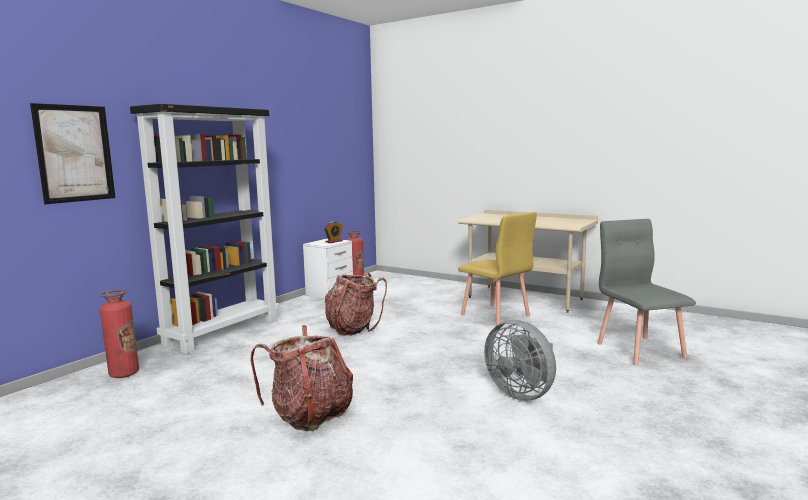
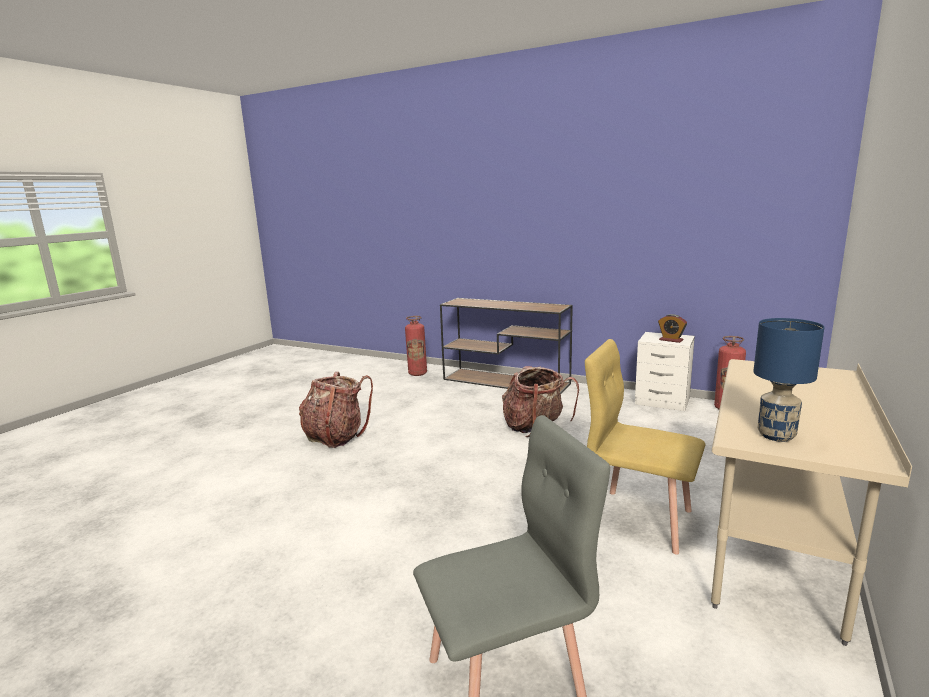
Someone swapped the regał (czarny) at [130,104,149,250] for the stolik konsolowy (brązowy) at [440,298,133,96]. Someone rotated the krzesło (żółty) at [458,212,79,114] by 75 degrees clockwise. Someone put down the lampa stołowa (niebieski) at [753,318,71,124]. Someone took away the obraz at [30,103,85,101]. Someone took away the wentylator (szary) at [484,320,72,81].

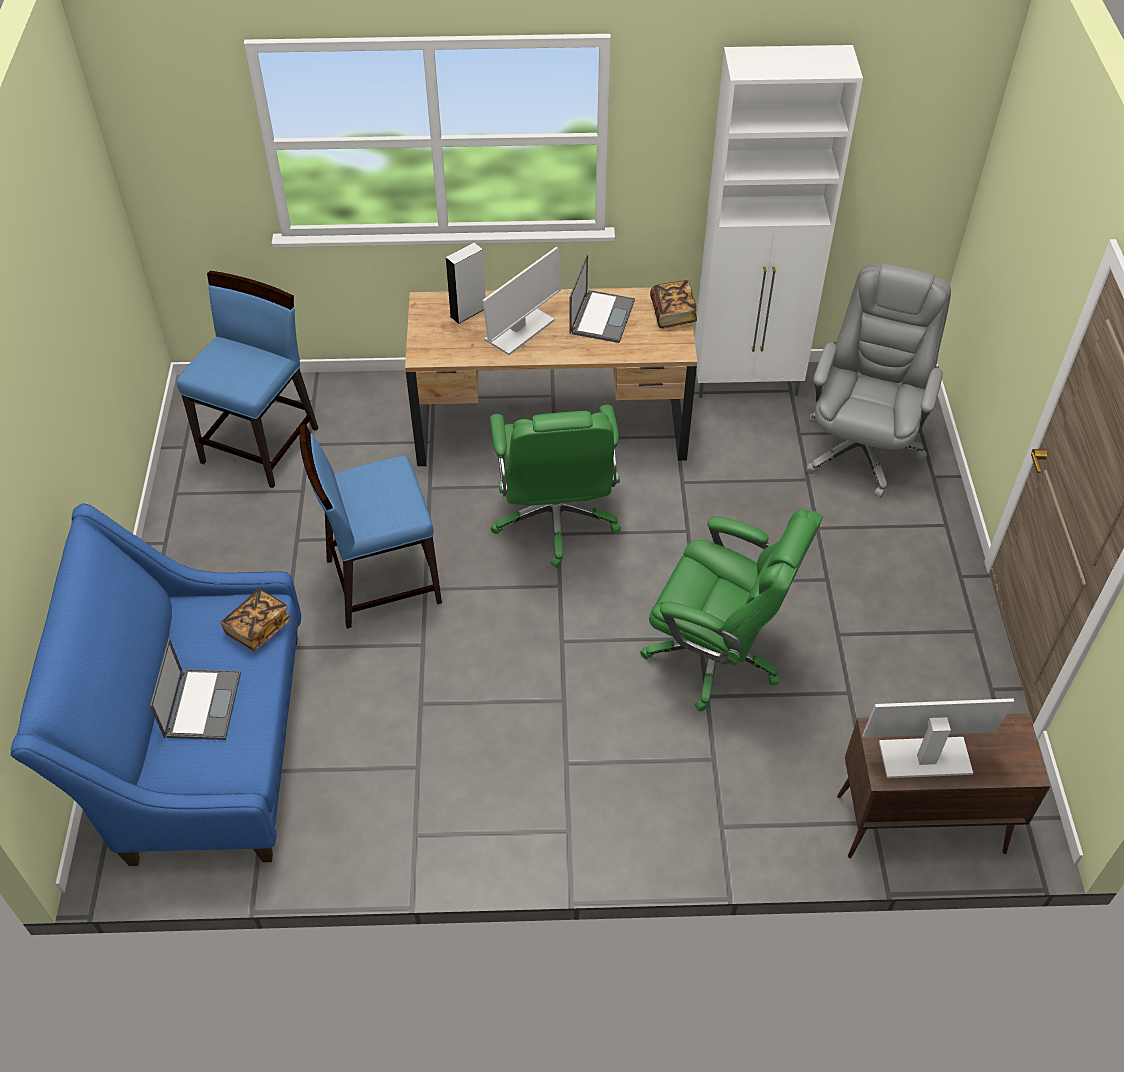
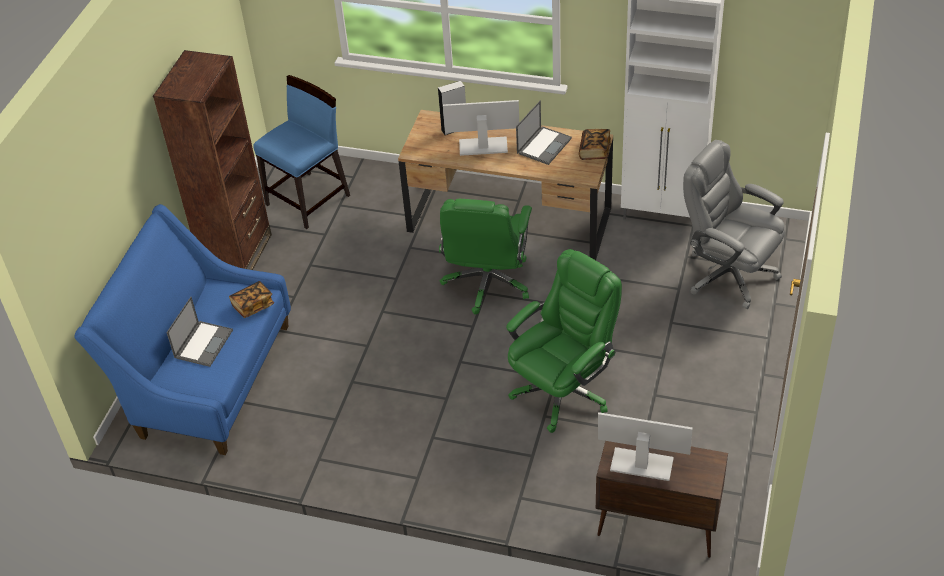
Someone put down the regał (brązowy) at [153,50,119,220]. Someone rotated the monitor at [482,247,79,108] by 150 degrees counterclockwise. Someone rotated the krzesło biurowe (zielony) at [640,509,183,202] by 90 degrees counterclockwise. Someone rotated the krzesło biurowe (szary) at [806,264,145,234] by 90 degrees counterclockwise. Someone took away the krzesło (niebieski) at [299,423,143,206].

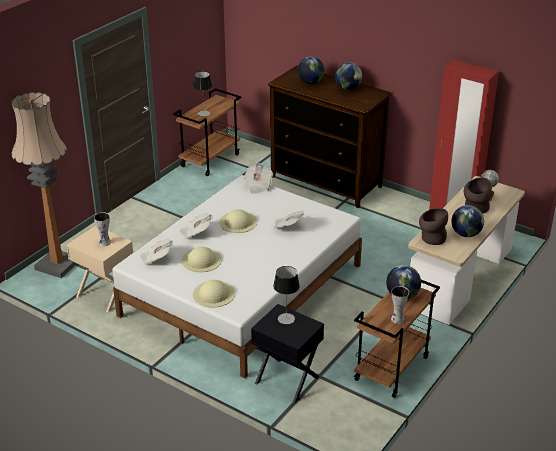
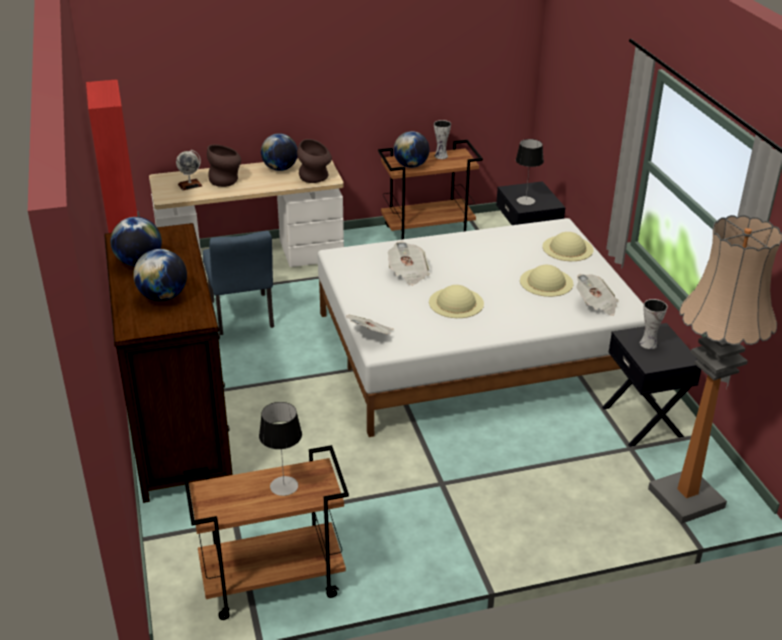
Someone put down the krzesło (niebieski) at [203,231,71,104]. Someone repainted the szafka nocna (beżowy) at [66,225,67,87], which became the szafka nocna (czarny) at [602,323,99,124]. Someone took away the gazeta at [180,213,33,26].

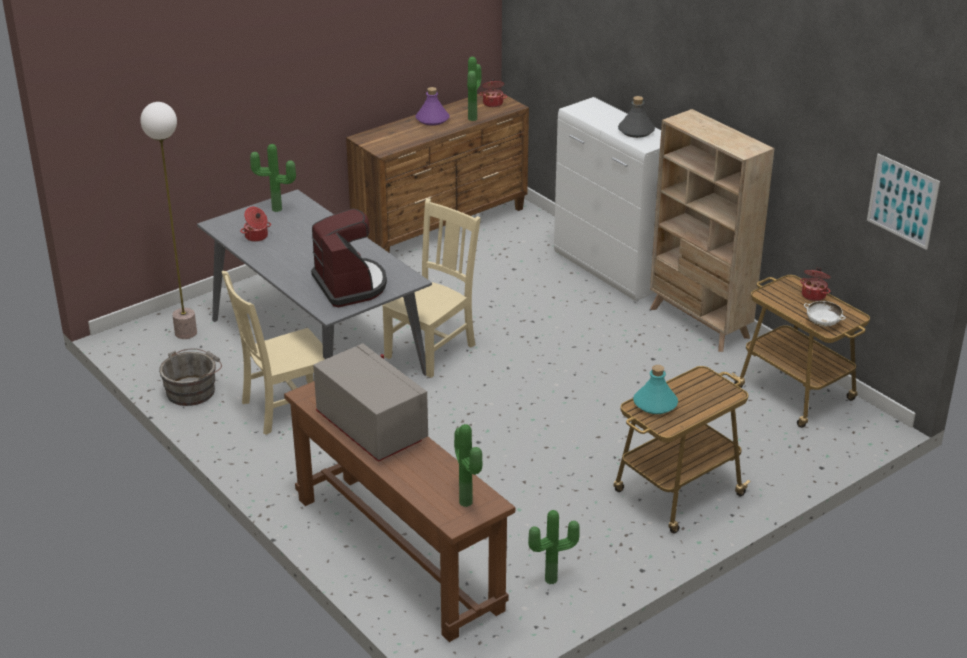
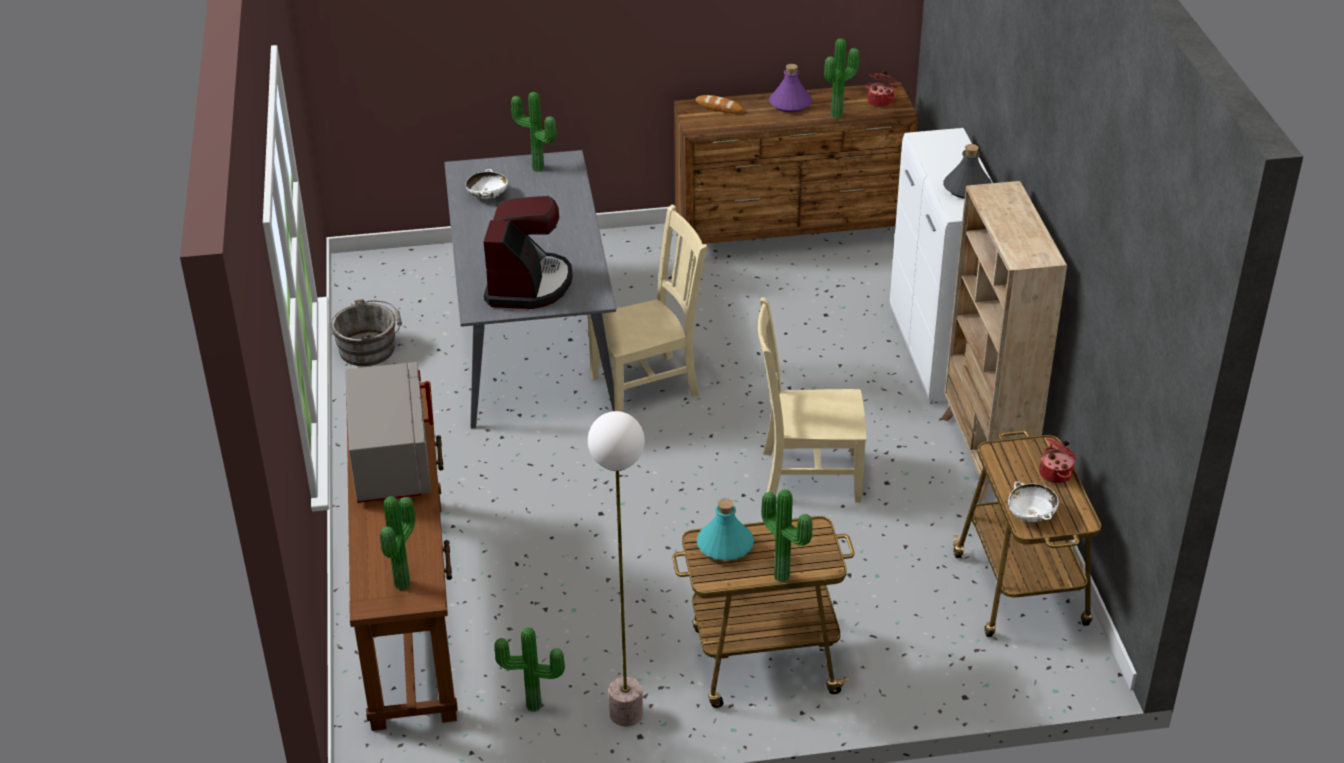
Someone swapped the garnek at [240,207,31,35] for the miska (biały) at [465,169,43,30]. Someone carried the lampa stojąca from [140,102,57,237] to [588,411,57,315]. Someone put down the chleb at [695,95,49,19]. Someone carried the krzesło (beżowy) from [222,271,103,164] to [758,297,108,205]. Someone put down the roślina doniczkowa at [761,489,51,93]. Someone took away the obraz at [867,154,73,96].

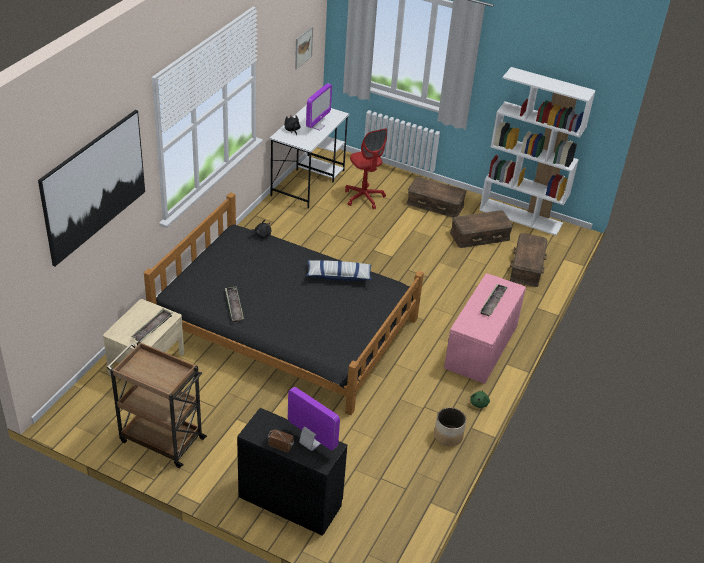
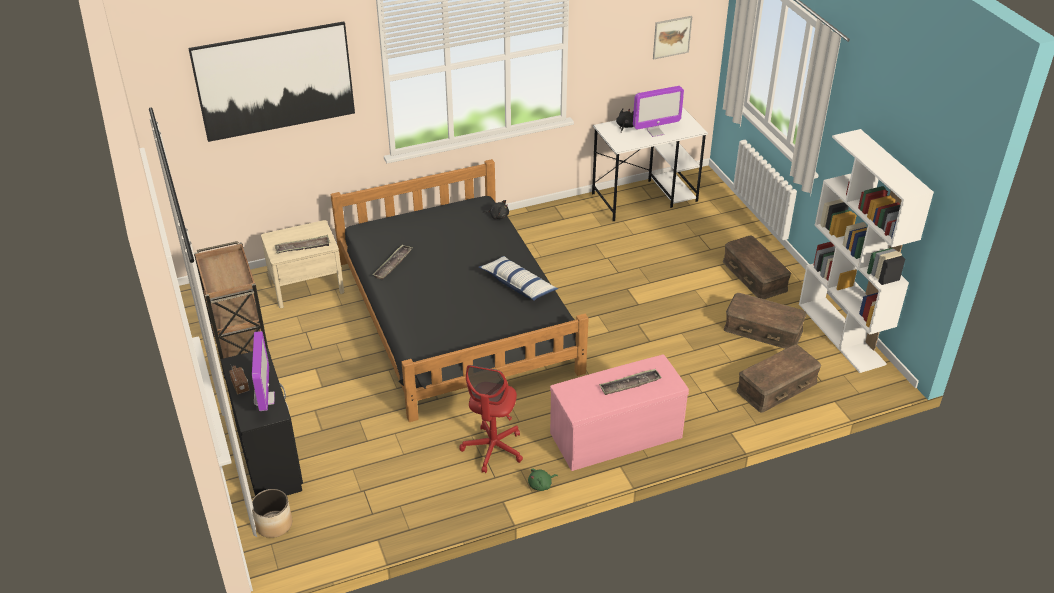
Someone carried the donica from [434,407,32,39] to [252,489,40,49]. Someone carried the krzesło biurowe (czerwony) from [345,128,42,81] to [460,365,63,108].

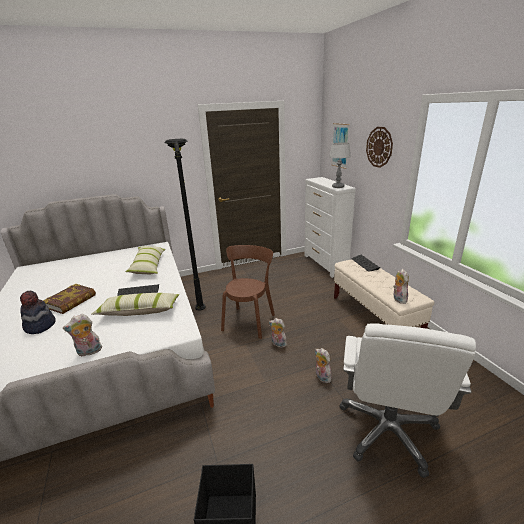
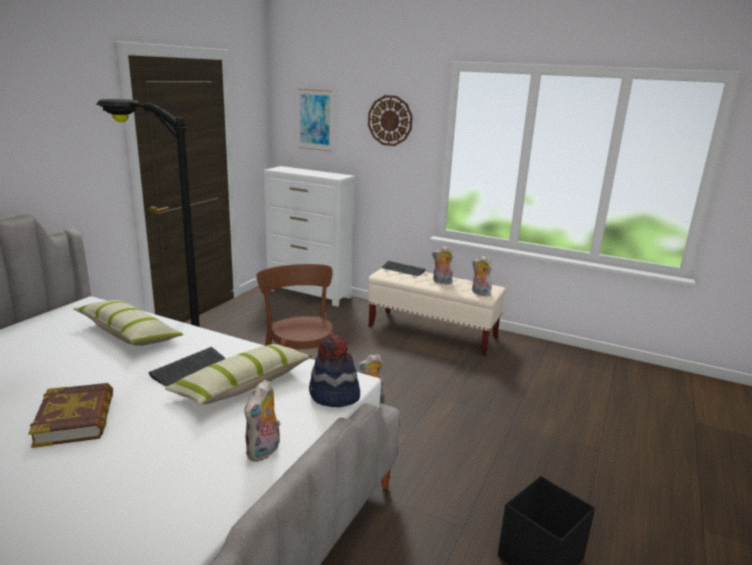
Someone carried the kapelusz from [20,291,36,43] to [309,334,51,73]. Someone carried the pluszak from [315,348,17,35] to [432,246,21,38]. Someone took away the lampa stołowa at [329,142,22,46]. Someone took away the krzesło biurowe (biały) at [339,323,137,155].

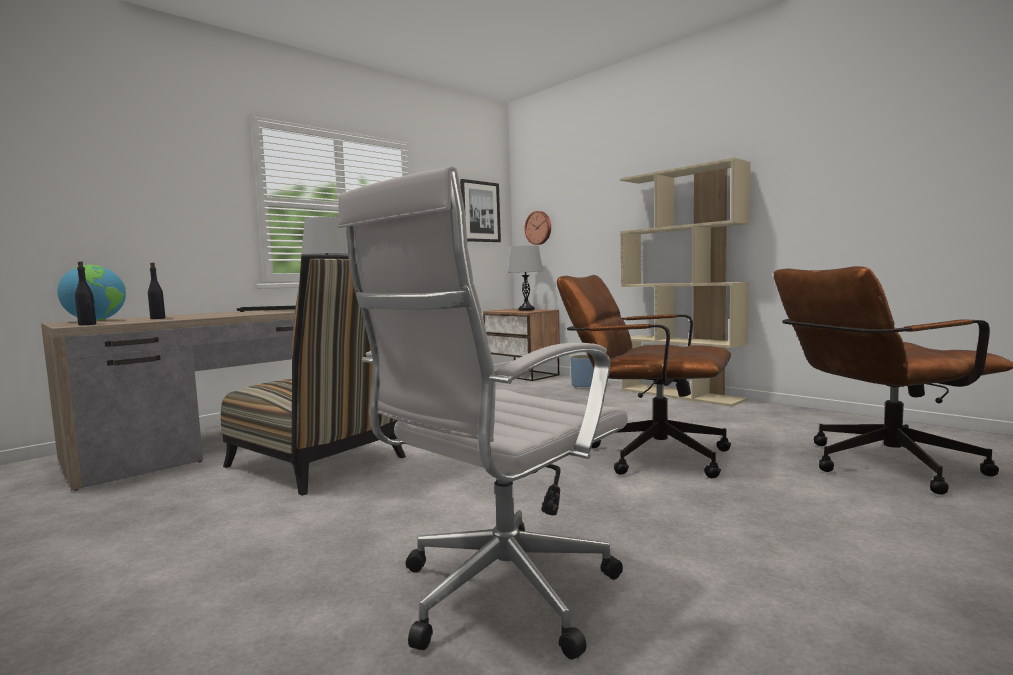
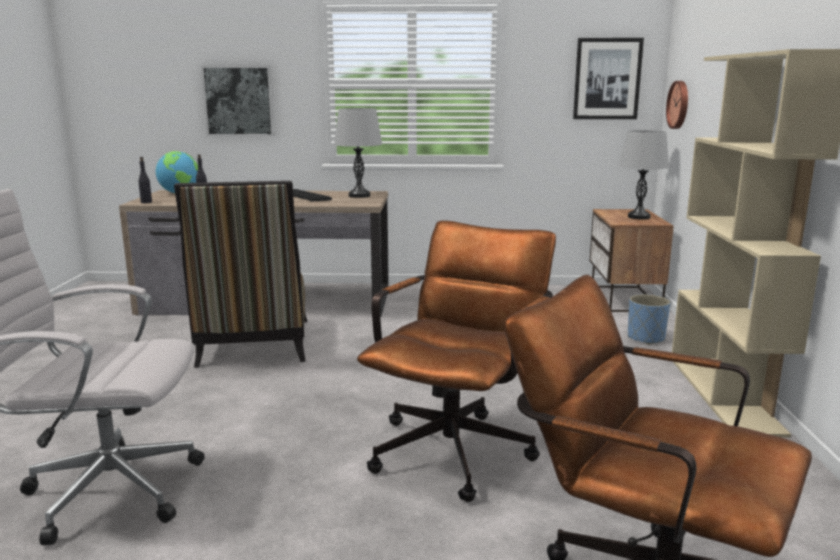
Someone put up the obraz at [200,65,75,72]. Someone rotated the krzesło biurowe (brązowy) at [557,275,174,203] by 45 degrees clockwise.

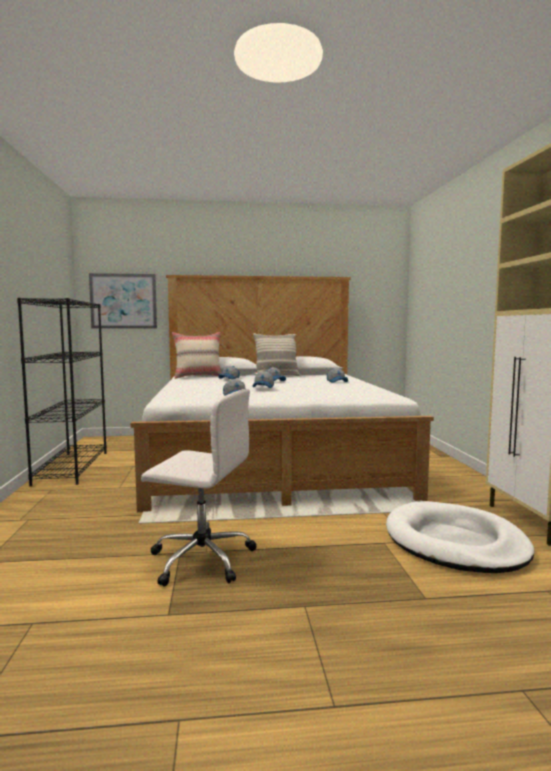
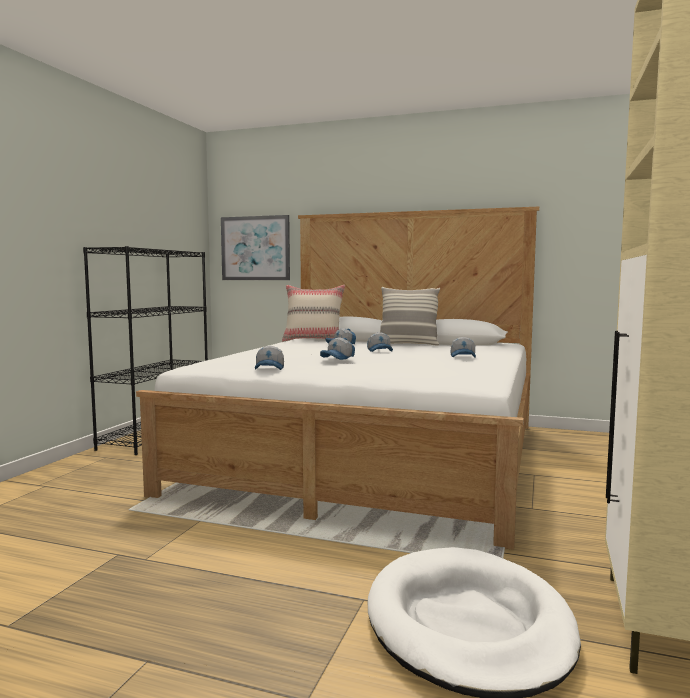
Someone took away the krzesło biurowe (biały) at [141,389,116,198].

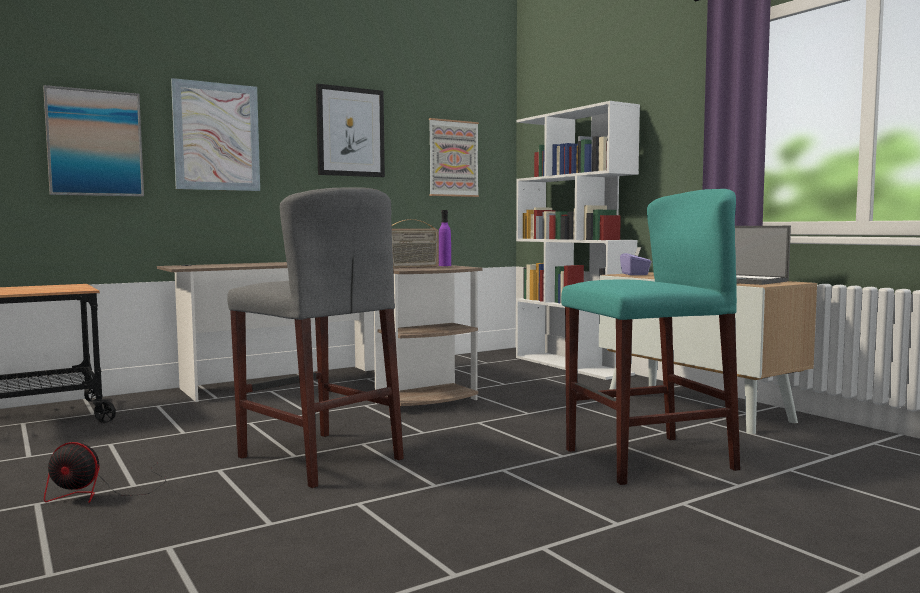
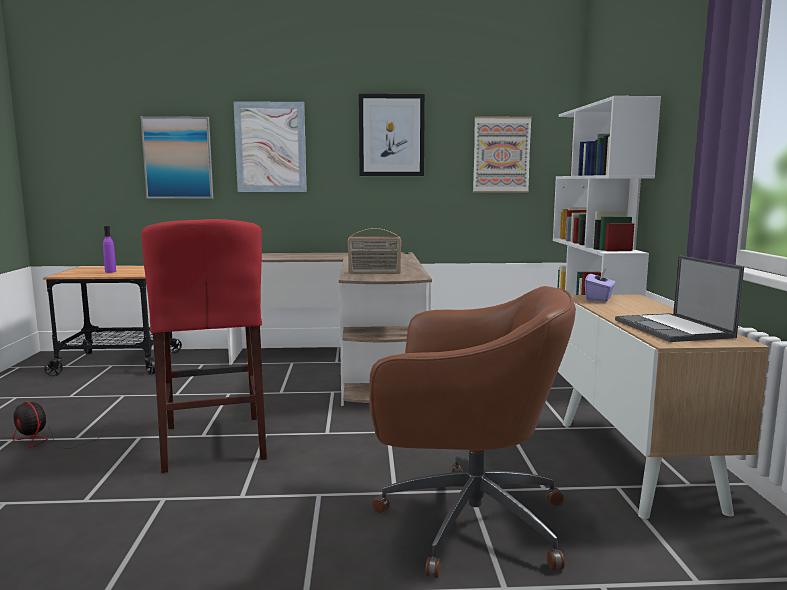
Someone carried the butelka (fioletowy) from [439,210,12,56] to [103,226,13,47]. Someone repainted the stołek (szary) at [227,188,177,300], which became the stołek (czerwony) at [141,219,126,254]. Someone swapped the stołek (turkusowy) at [561,189,179,296] for the krzesło biurowe (brązowy) at [369,286,207,292].

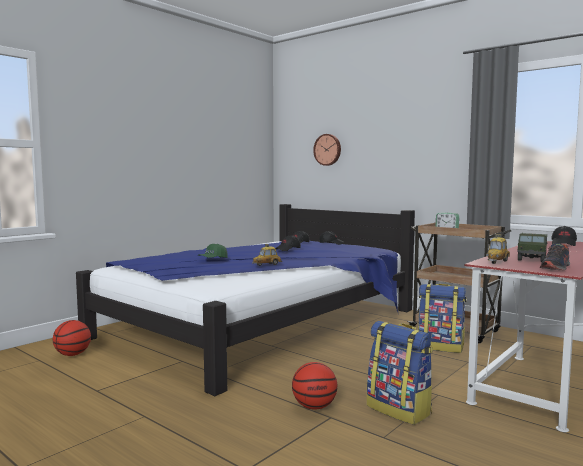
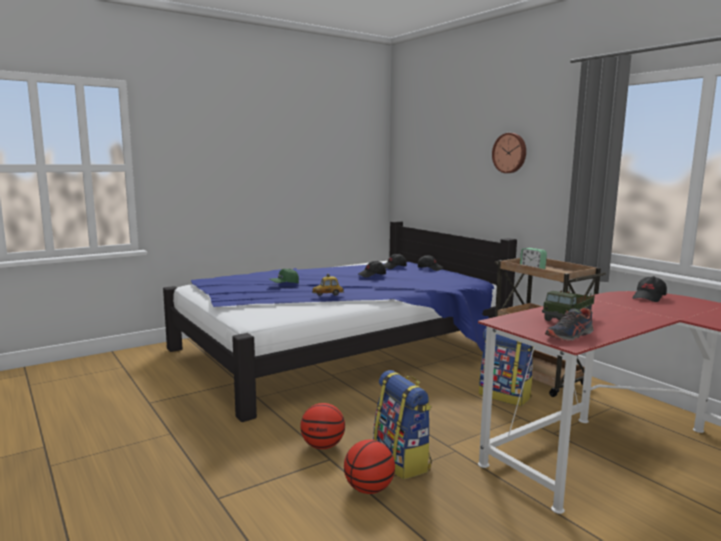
Someone carried the piłka do koszykówki from [53,320,38,36] to [344,440,51,54]. Someone carried the zegar ścienny from [313,134,28,32] to [492,133,34,40]. Someone took away the samochodzik at [486,234,24,30].

